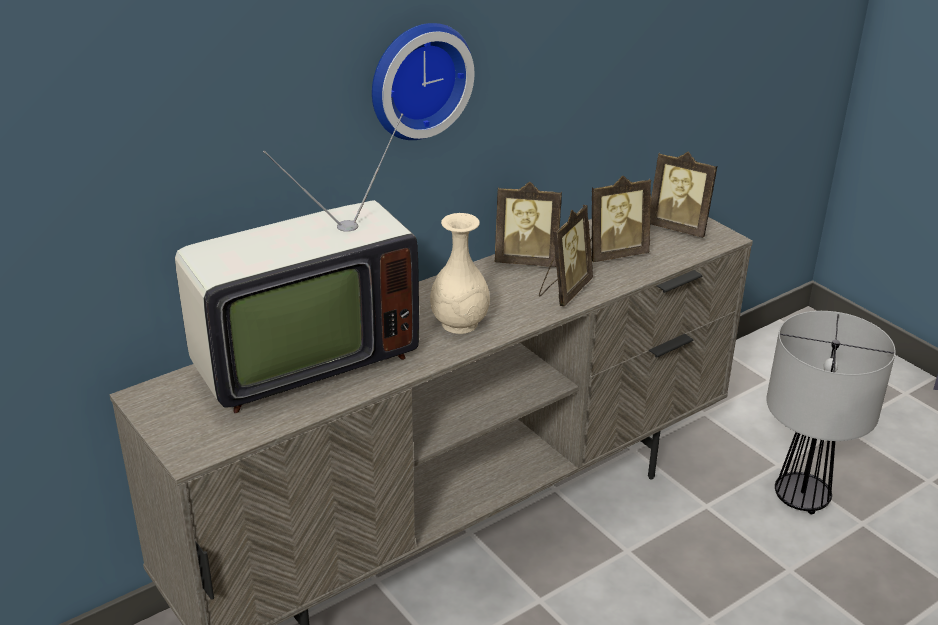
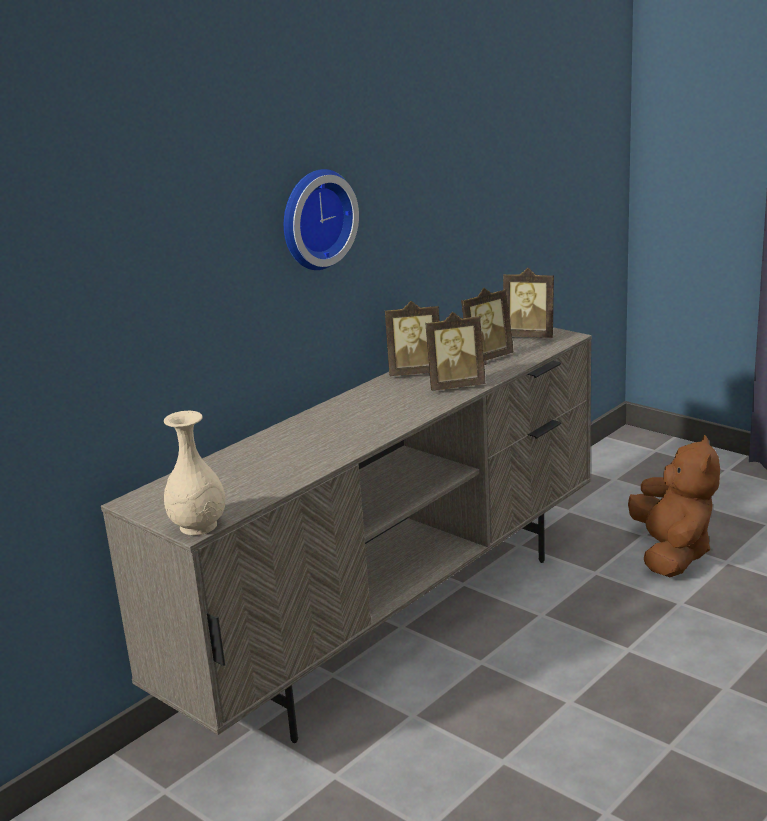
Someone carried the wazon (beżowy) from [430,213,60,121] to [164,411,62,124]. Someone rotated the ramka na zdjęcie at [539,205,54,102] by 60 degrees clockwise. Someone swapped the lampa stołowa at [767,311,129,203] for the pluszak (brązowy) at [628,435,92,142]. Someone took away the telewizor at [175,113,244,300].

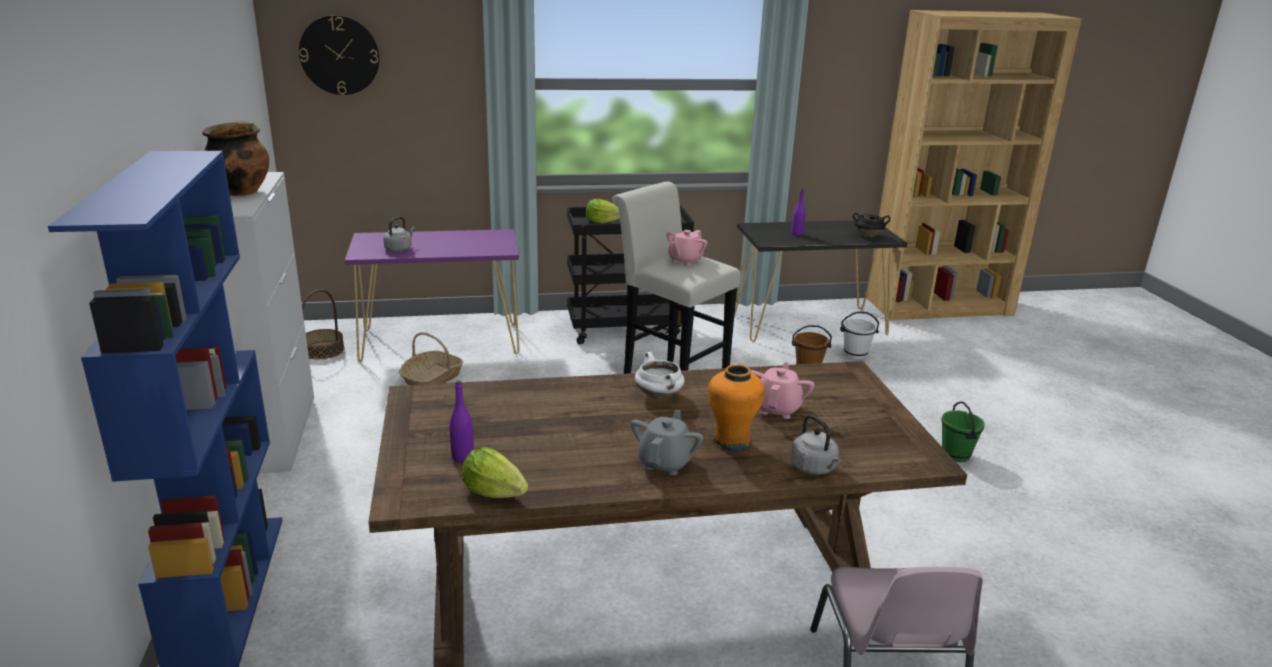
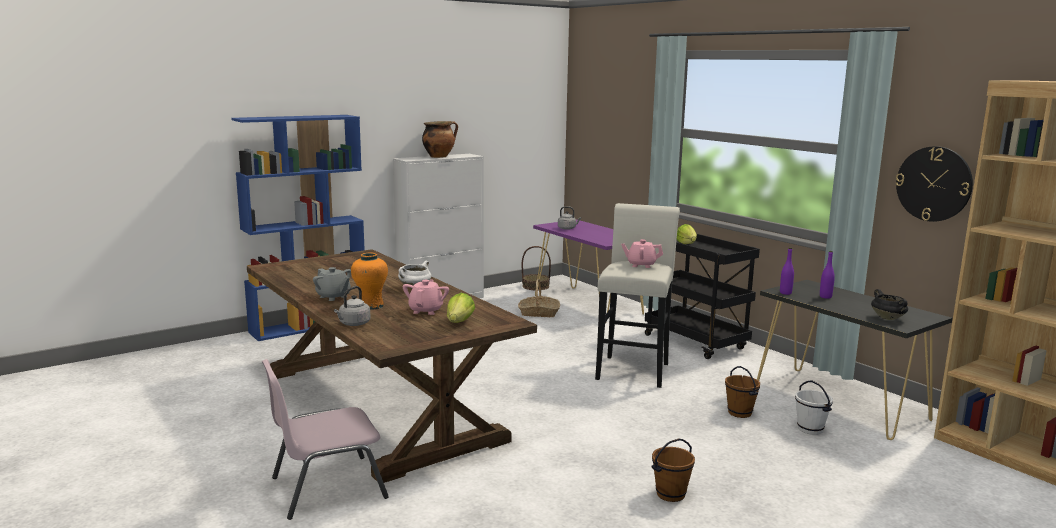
Someone rotated the imbryk (szary) at [631,410,73,65] by 45 degrees clockwise. Someone rotated the imbryk (różowy) at [751,362,63,57] by 75 degrees counterclockwise. Someone carried the sałata from [462,447,66,51] to [447,293,28,30]. Someone repainted the wiadro (zielony) at [942,401,43,61], which became the wiadro (brązowy) at [651,439,44,63]. Someone carried the butelka (fioletowy) from [450,381,24,82] to [780,248,14,47]. Someone carried the zegar ścienny from [299,15,80,80] to [896,146,77,76].

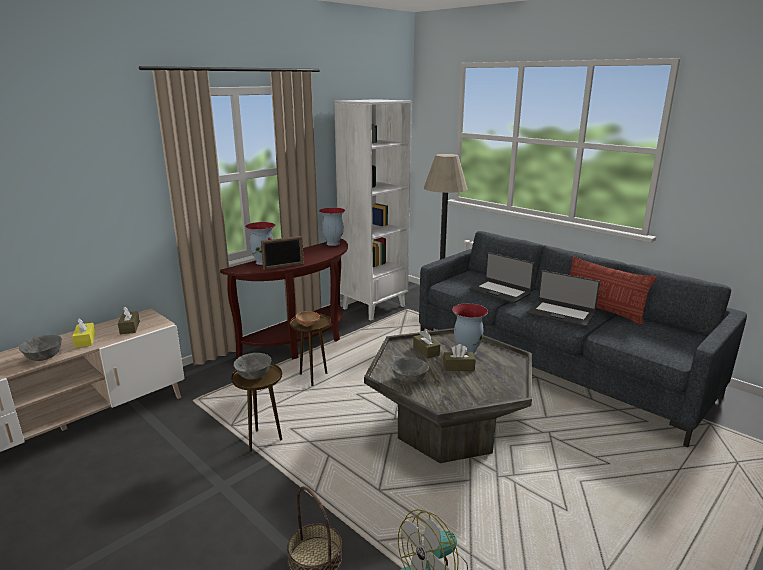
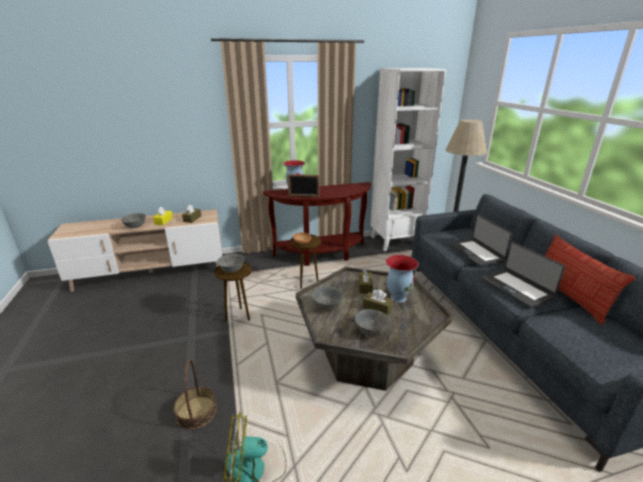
Someone put down the miska (szary) at [355,309,35,27]. Someone took away the wazon at [319,207,26,39].

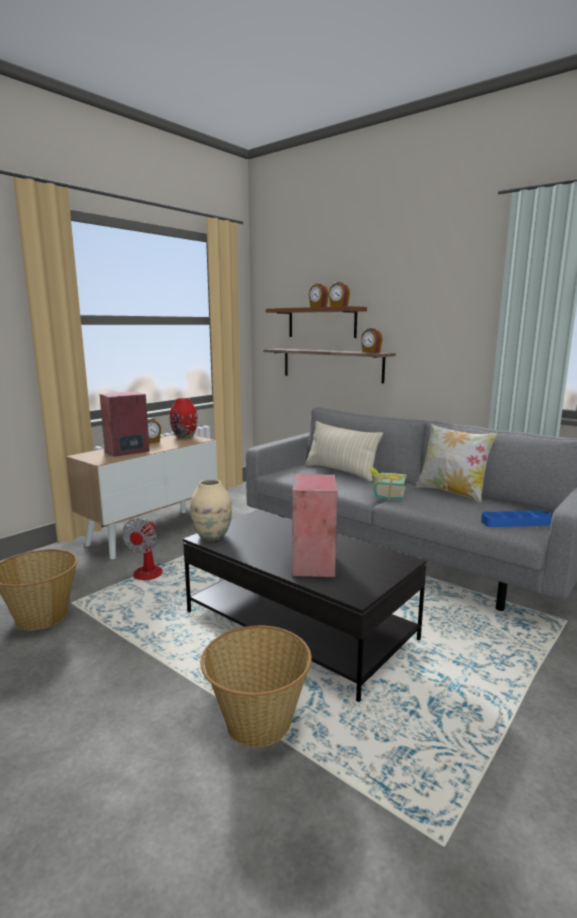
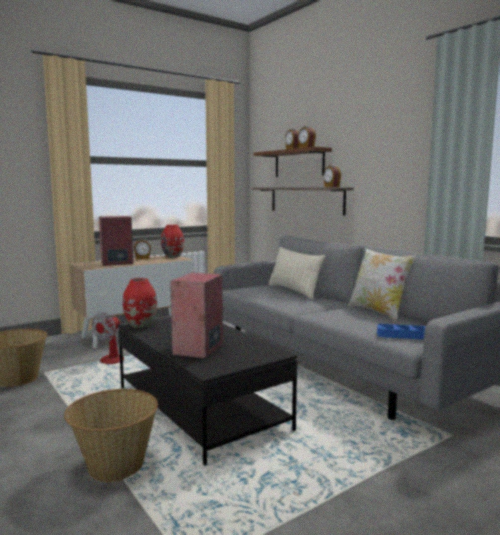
Someone repainted the wazon (beżowy) at [190,479,42,62], which became the wazon (czerwony) at [123,278,34,50]. Someone took away the książka at [368,467,39,33].

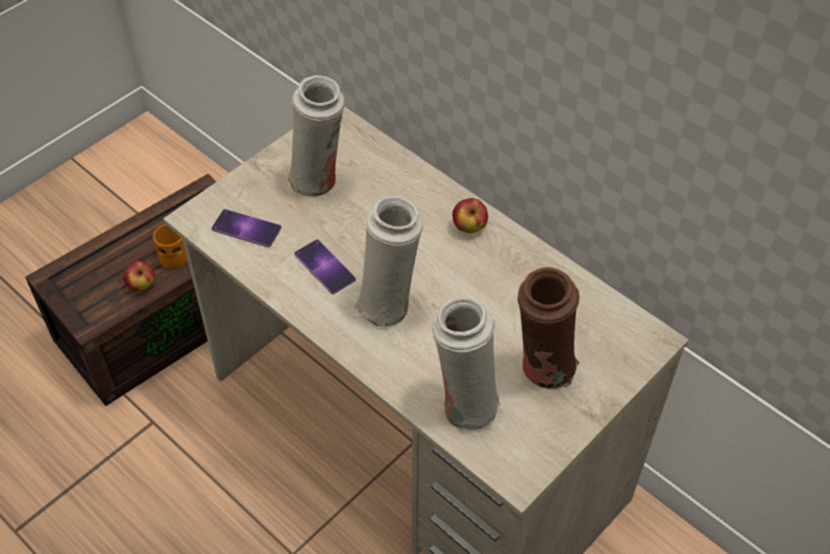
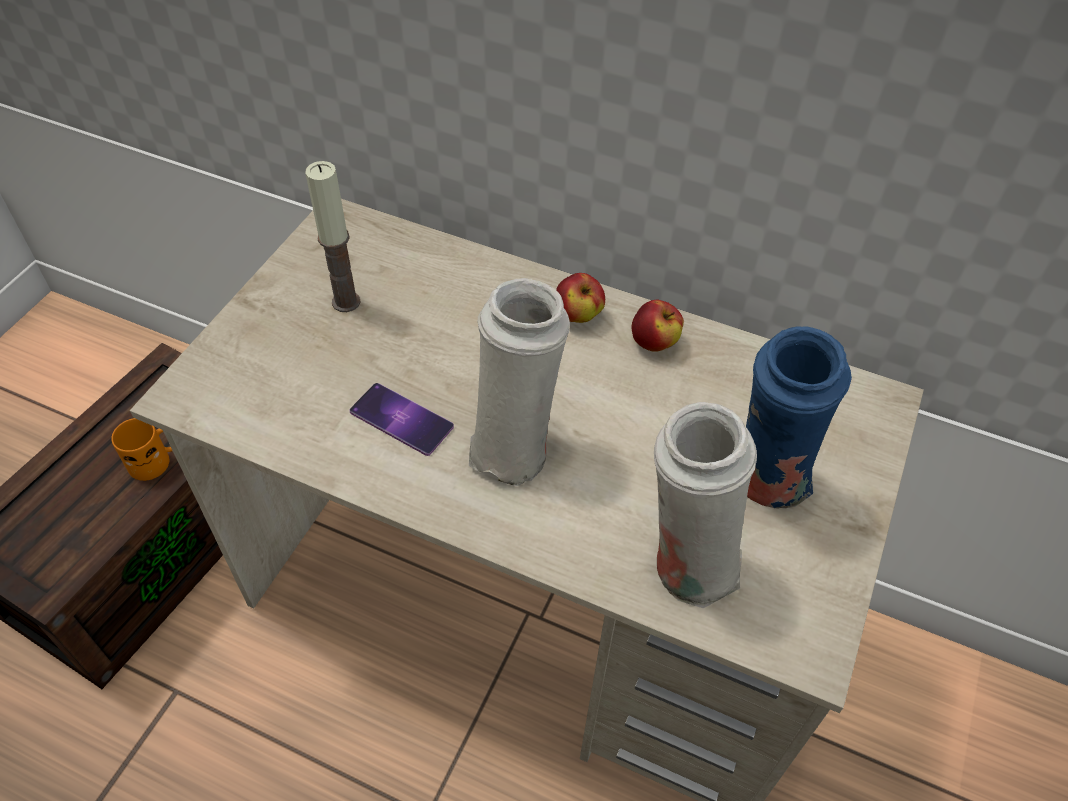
Someone swapped the wazon (biały) at [288,75,57,122] for the świeca at [305,161,56,151]. Someone carried the jabłko from [123,261,32,30] to [631,299,53,53]. Someone repainted the wazon (brązowy) at [518,267,61,123], which became the wazon (niebieski) at [746,326,106,183]. Someone took away the telefon at [211,209,70,38].

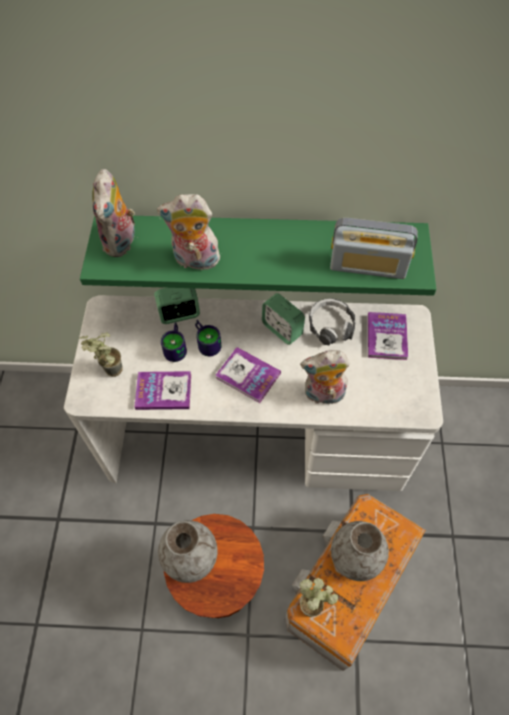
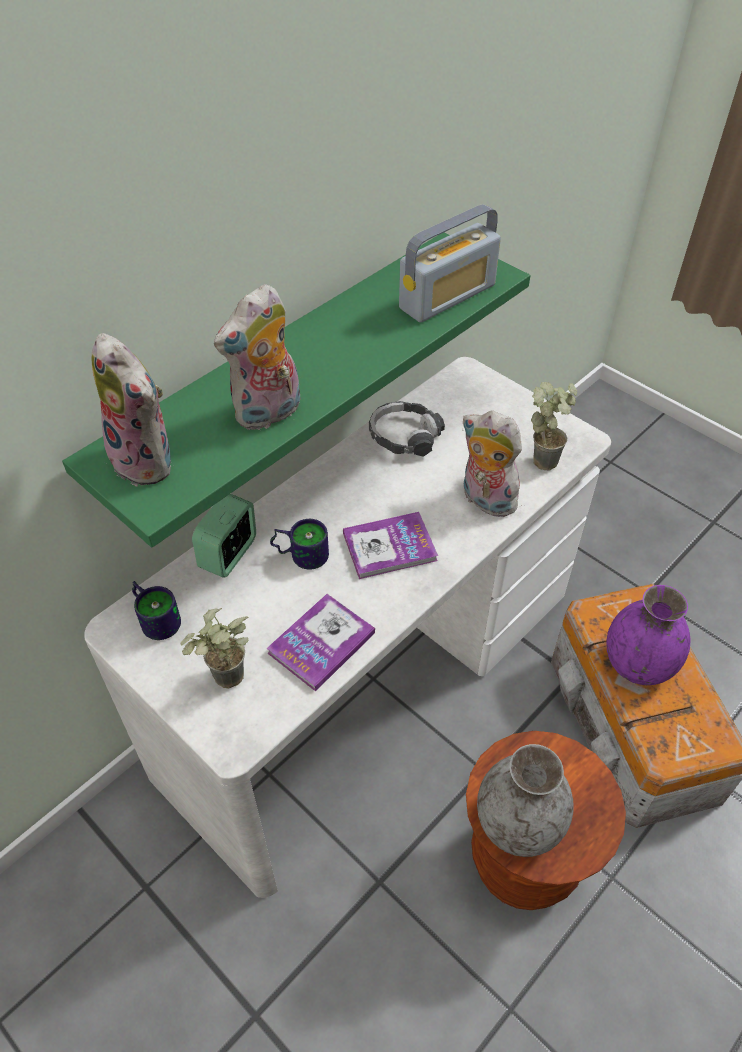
Someone carried the kubek from [161,322,26,40] to [132,581,49,59]. Someone rotated the pluszak at [300,350,50,54] by 90 degrees clockwise. Someone carried the roślina doniczkowa from [299,578,39,39] to [531,382,46,88]. Someone repainted the wazon (szary) at [331,521,58,60], which became the wazon (fioletowy) at [606,585,84,100]. Someone took away the budzik at [262,293,43,52]. Someone took away the książka at [368,312,40,48].

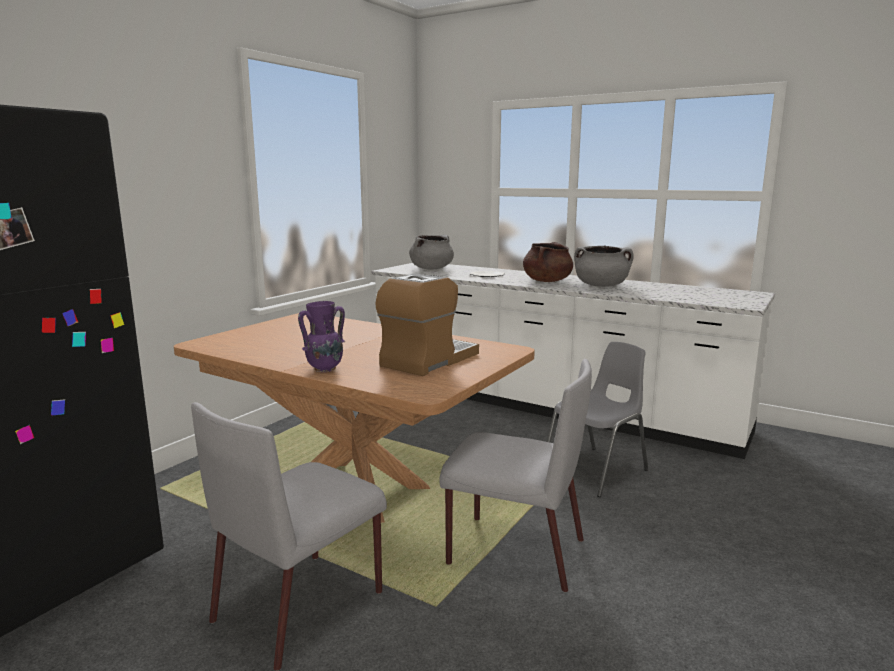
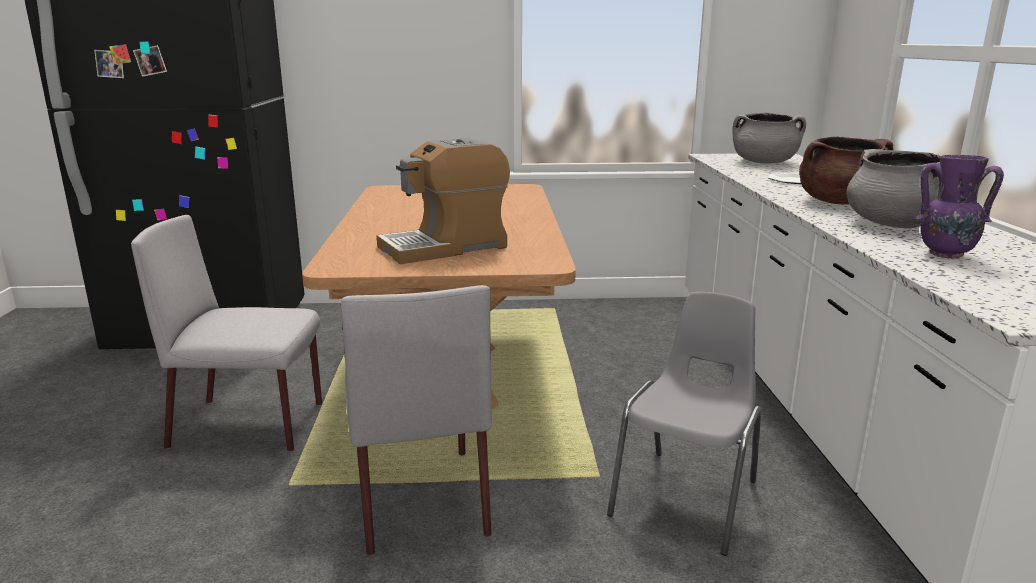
Someone rotated the ekspres do kawy at [375,274,104,102] by 150 degrees clockwise. Someone rotated the krzesło (szary) at [547,342,101,155] by 75 degrees counterclockwise. Someone carried the wazon (fioletowy) from [298,301,47,71] to [916,155,88,103].

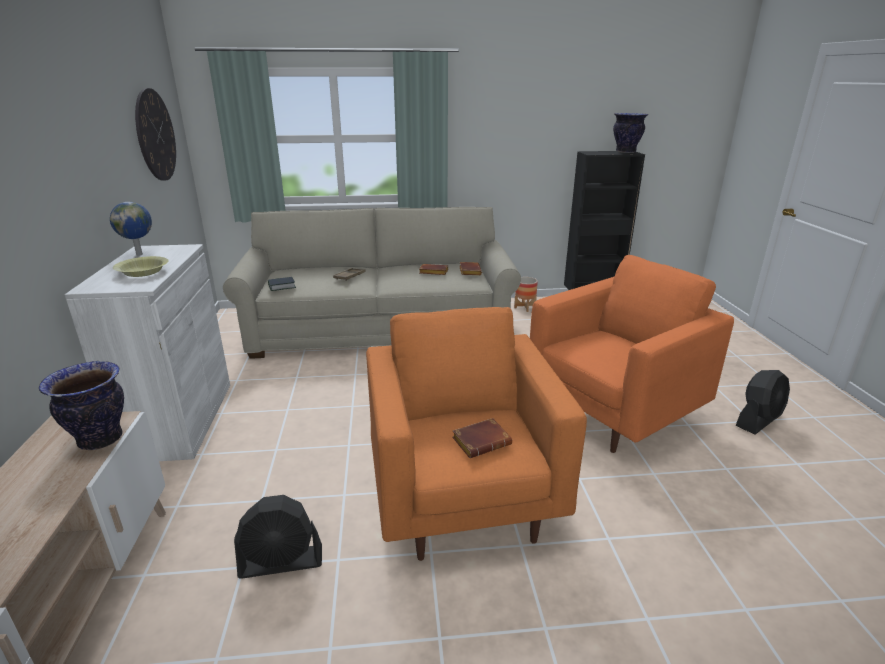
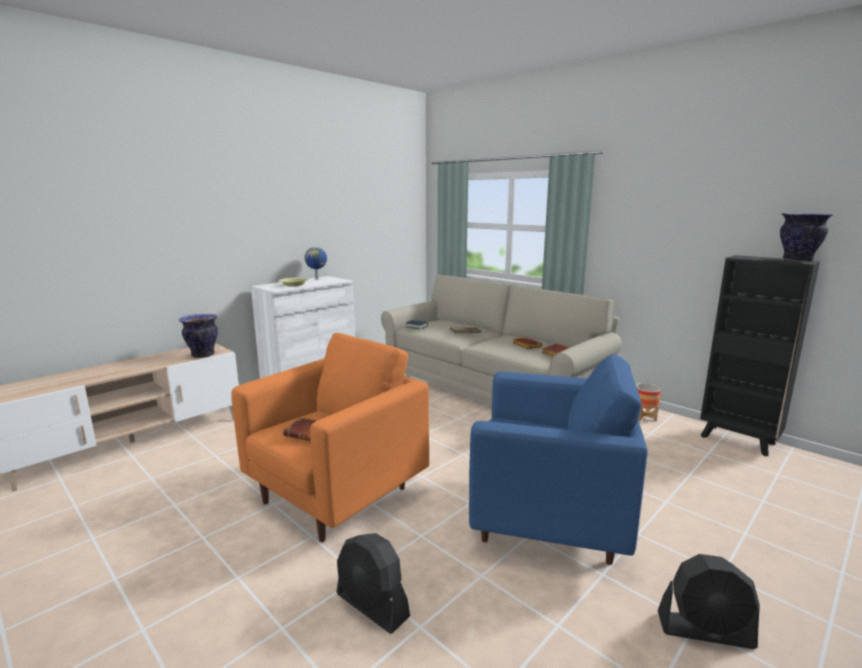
Someone carried the wentylator (czarny) from [234,495,88,84] to [336,533,74,101]. Someone repainted the fotel (pomarańczowy) at [530,255,204,198], which became the fotel (niebieski) at [469,354,179,211]. Someone took away the zegar ścienny at [135,88,41,93].

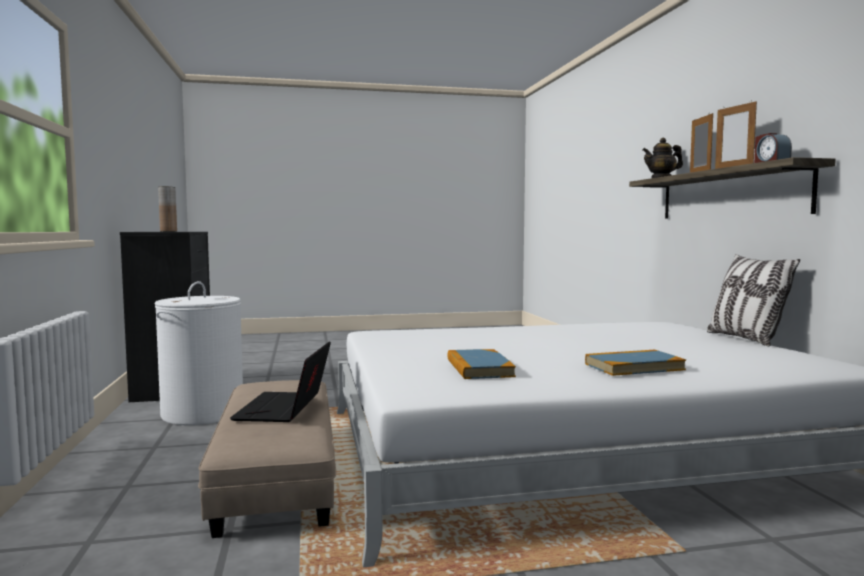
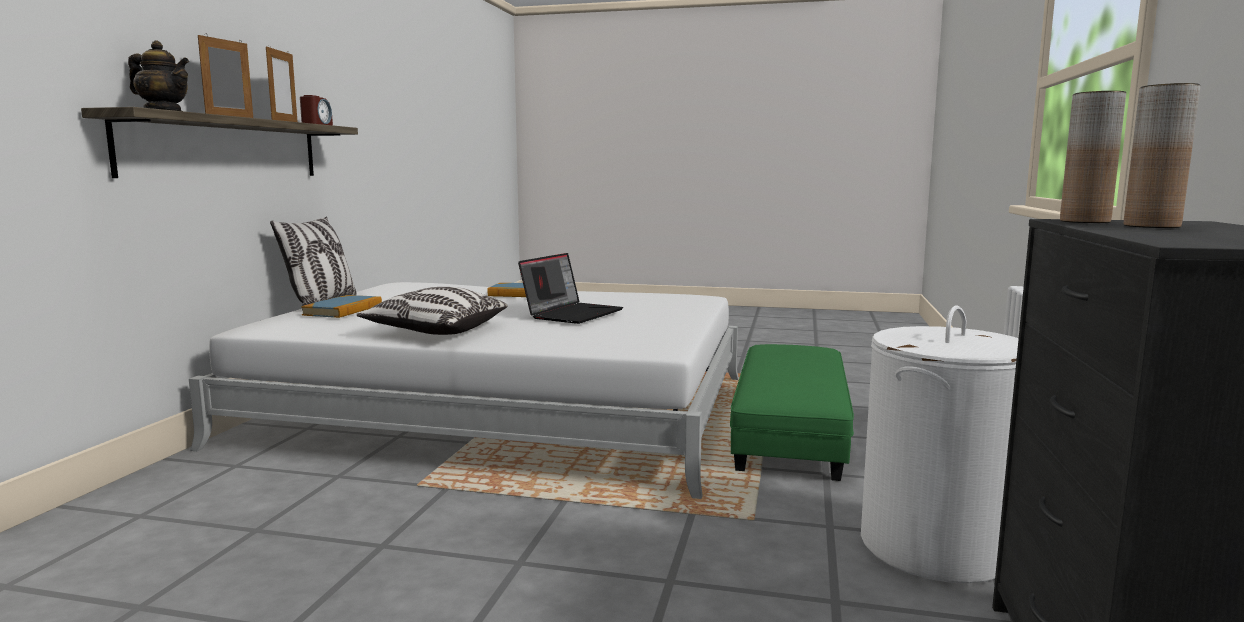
Someone carried the książka from [447,349,69,30] to [301,295,81,23]. Someone put down the poduszka at [357,287,151,48]. Someone carried the laptop from [230,341,101,81] to [518,253,105,71]. Someone repainted the pufa (beżowy) at [198,380,138,158], which became the pufa (zielony) at [730,344,124,137]. Someone put down the wazon (brązowy) at [1060,91,66,132].

